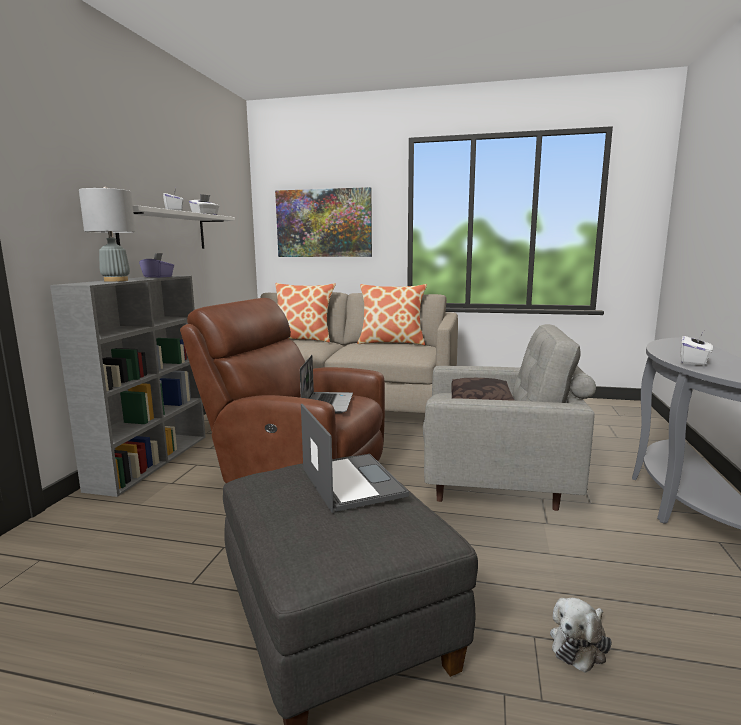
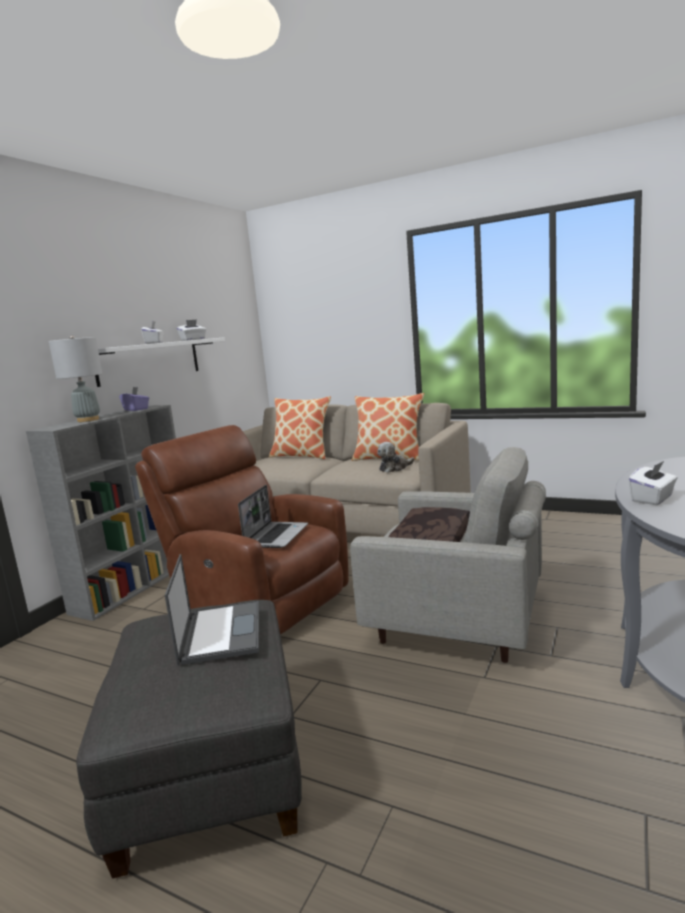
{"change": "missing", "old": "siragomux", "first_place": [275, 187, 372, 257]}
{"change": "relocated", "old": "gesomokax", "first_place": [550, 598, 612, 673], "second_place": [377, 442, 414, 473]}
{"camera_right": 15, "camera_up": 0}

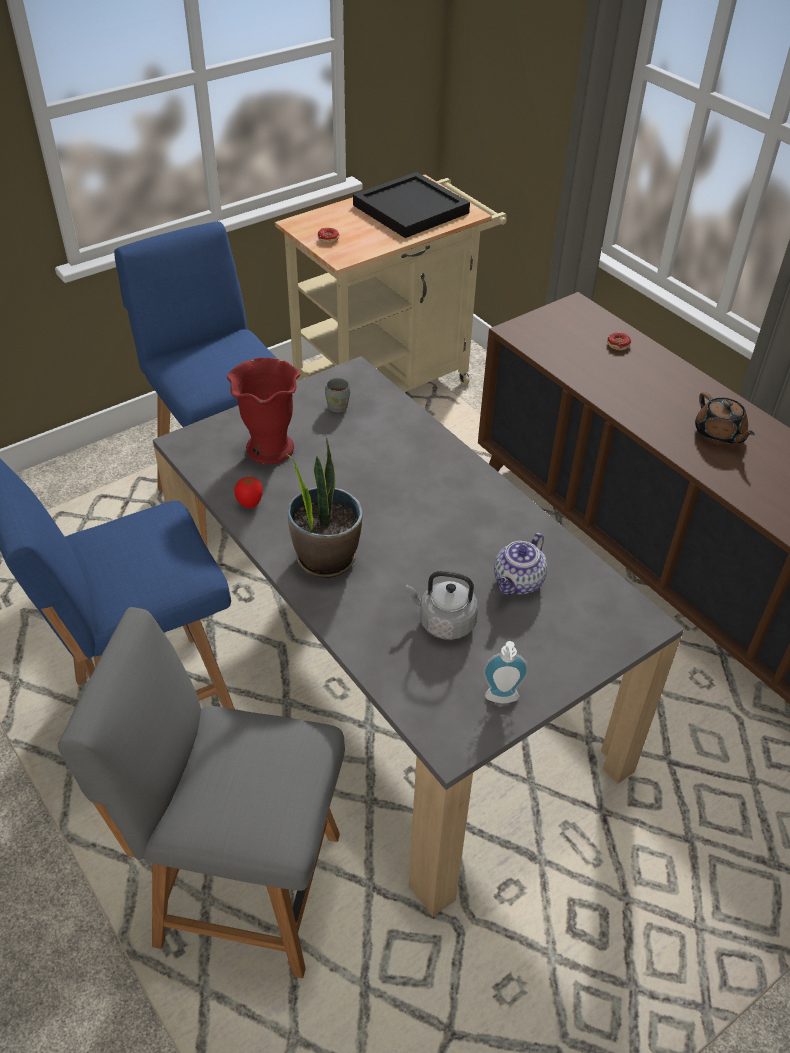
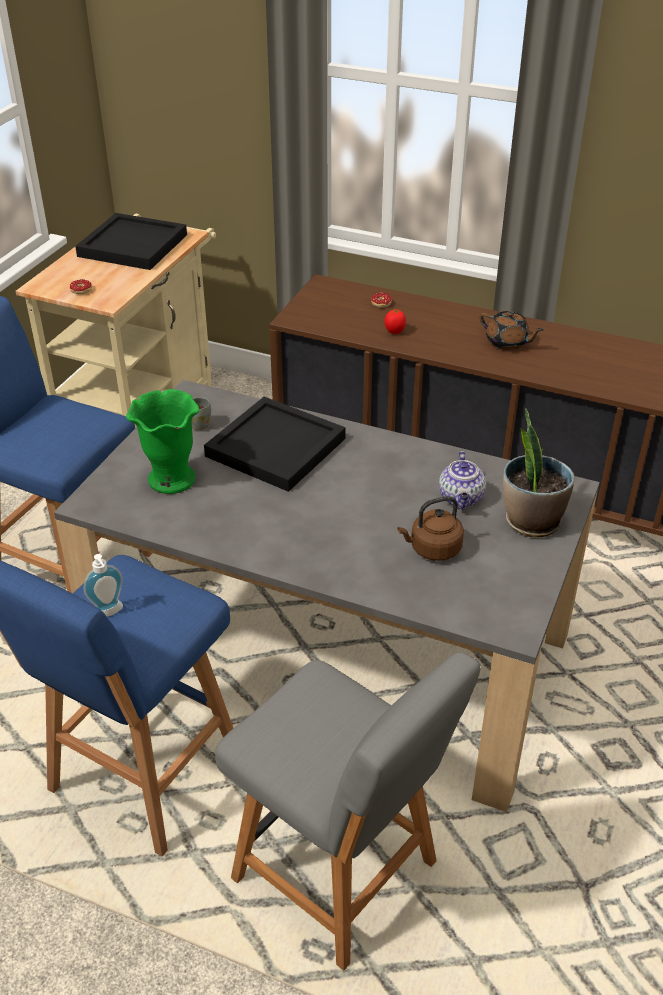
{"change": "spun", "old": "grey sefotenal", "first_place": [58, 607, 345, 978], "second_place": [215, 652, 481, 970], "degrees": -120}
{"change": "colour", "old": "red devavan", "new": "green devavan", "first_place": [227, 358, 300, 464], "second_place": [126, 389, 200, 494]}
{"change": "relocated", "old": "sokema", "first_place": [234, 477, 263, 508], "second_place": [385, 309, 406, 334]}
{"change": "relocated", "old": "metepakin", "first_place": [285, 438, 363, 578], "second_place": [503, 408, 575, 537]}
{"change": "colour", "old": "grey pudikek", "new": "brown pudikek", "first_place": [406, 571, 478, 640], "second_place": [397, 496, 464, 561]}
{"change": "relocated", "old": "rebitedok", "first_place": [483, 641, 529, 704], "second_place": [84, 554, 123, 617]}
{"change": "appeared", "new": "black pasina", "second_place": [204, 397, 346, 492]}
{"camera_right": -30, "camera_up": -5}

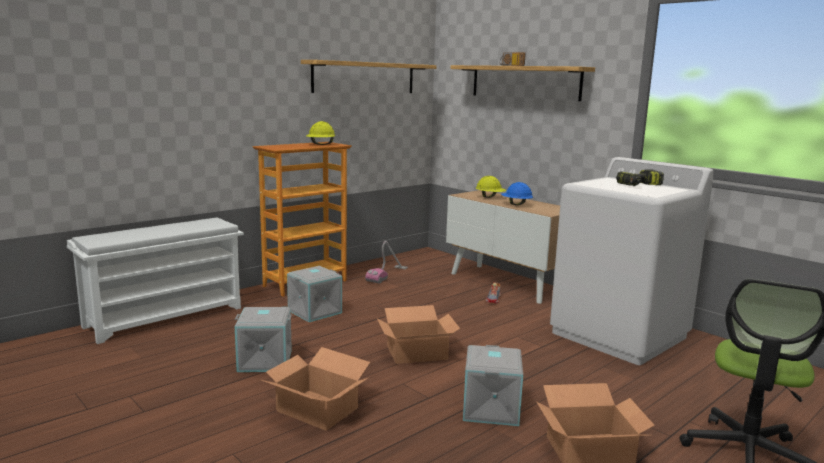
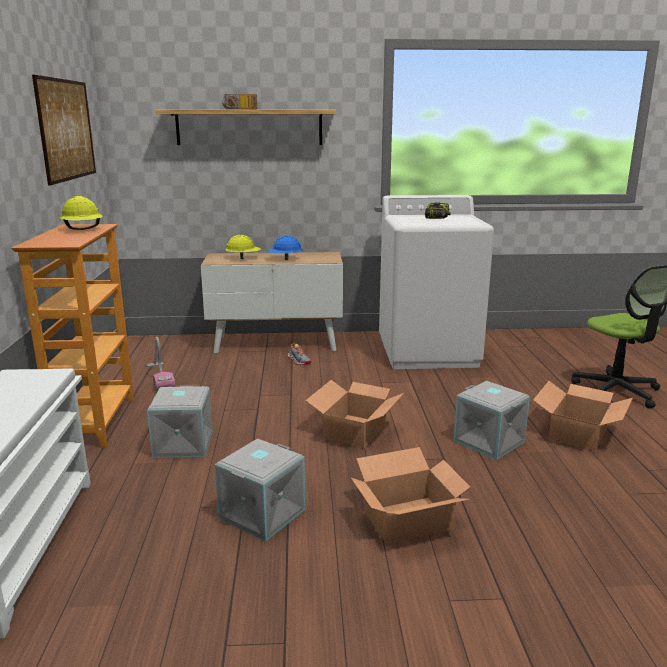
{"change": "exchanged", "old": "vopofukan", "new": "siragomux", "first_place": [301, 60, 436, 93], "second_place": [32, 74, 96, 186]}
{"camera_right": -50, "camera_up": 5}

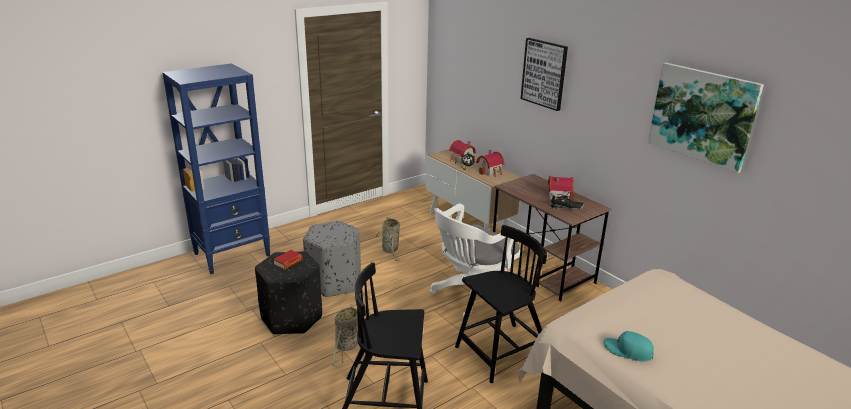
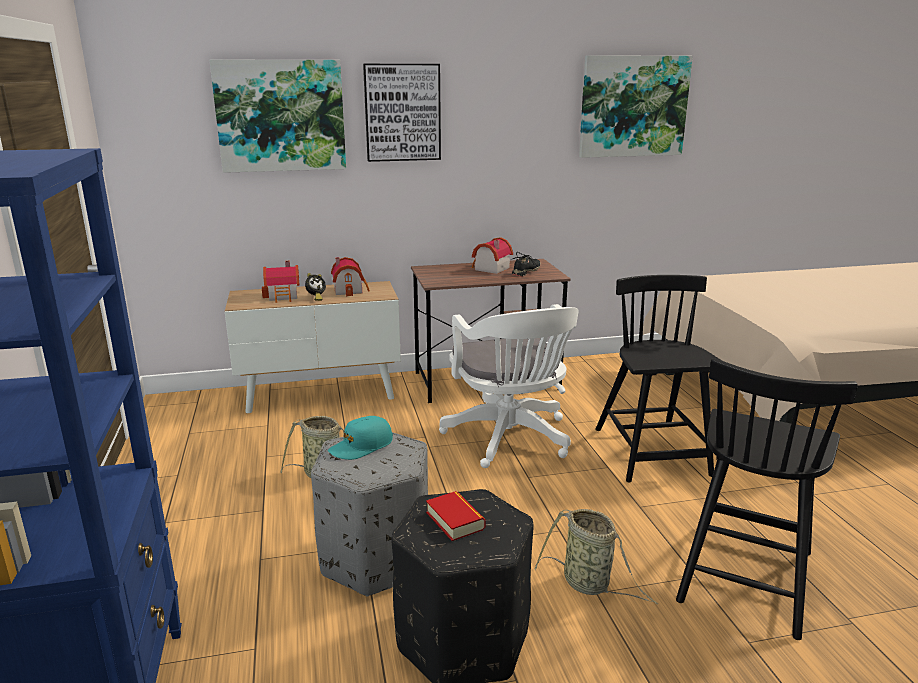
{"change": "relocated", "old": "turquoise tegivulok", "first_place": [604, 331, 654, 361], "second_place": [328, 416, 393, 460]}
{"change": "appeared", "new": "siragomux", "second_place": [209, 60, 346, 173]}
{"camera_right": -65, "camera_up": -5}

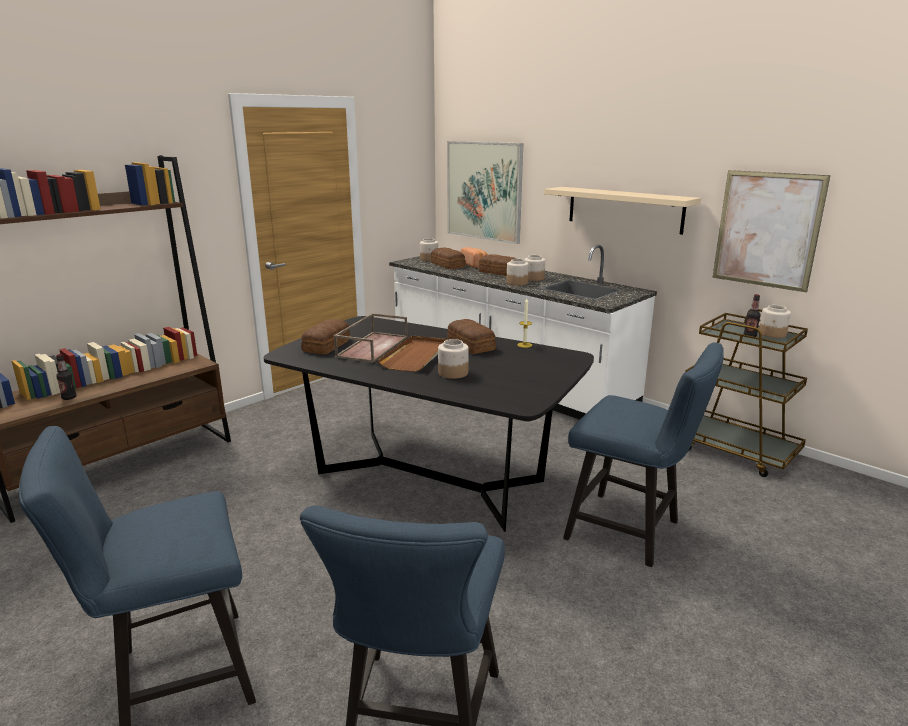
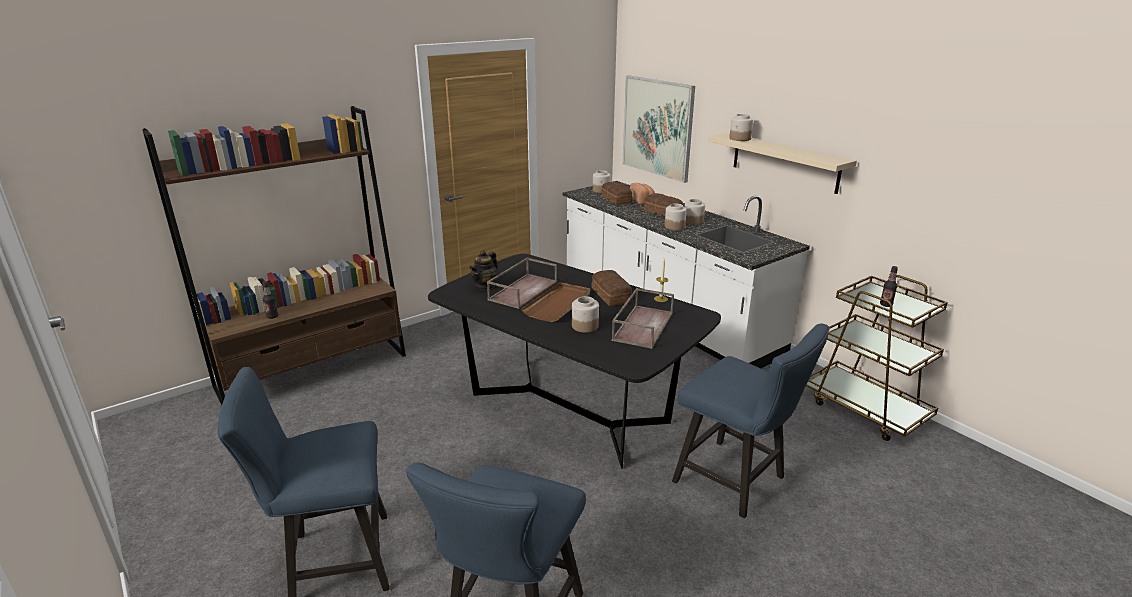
{"change": "exchanged", "old": "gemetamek", "new": "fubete", "first_place": [301, 319, 351, 355], "second_place": [470, 250, 497, 290]}
{"change": "missing", "old": "siragomux", "first_place": [713, 170, 830, 293]}
{"change": "relocated", "old": "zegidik", "first_place": [759, 305, 791, 338], "second_place": [729, 114, 754, 141]}
{"change": "appeared", "new": "brown pasina", "second_place": [612, 288, 674, 349]}
{"camera_right": 10, "camera_up": 5}

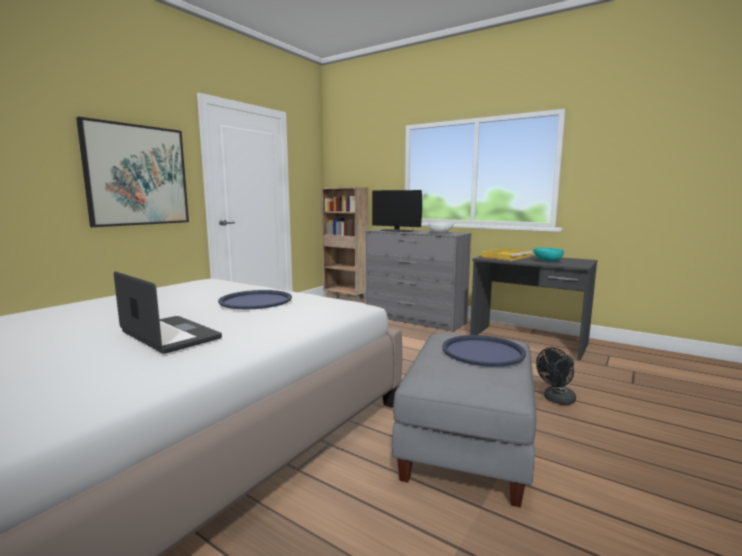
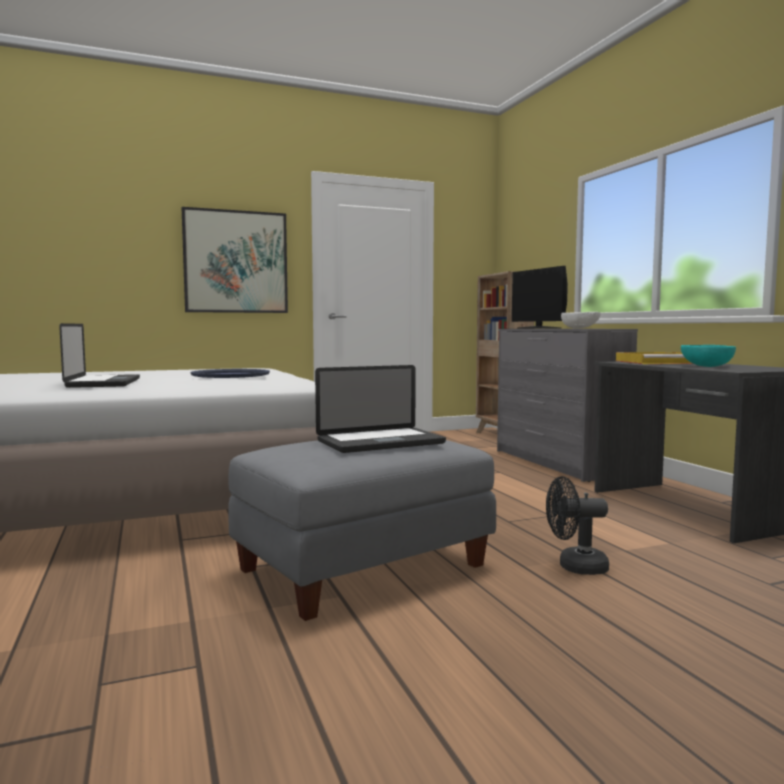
{"change": "exchanged", "old": "blue pasina", "new": "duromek", "first_place": [442, 335, 526, 367], "second_place": [315, 365, 446, 453]}
{"camera_right": 35, "camera_up": -5}

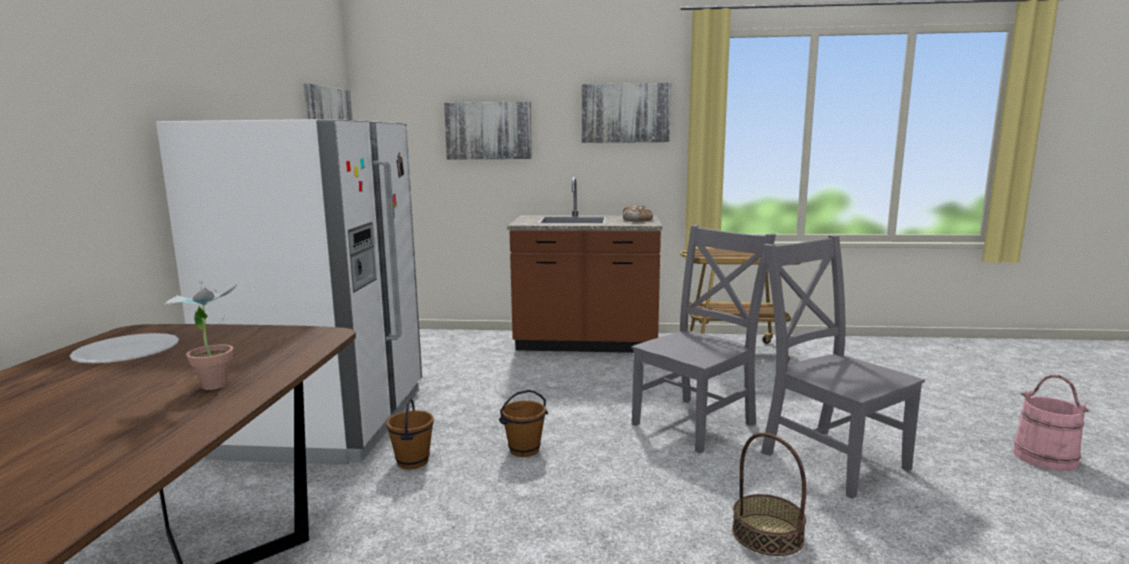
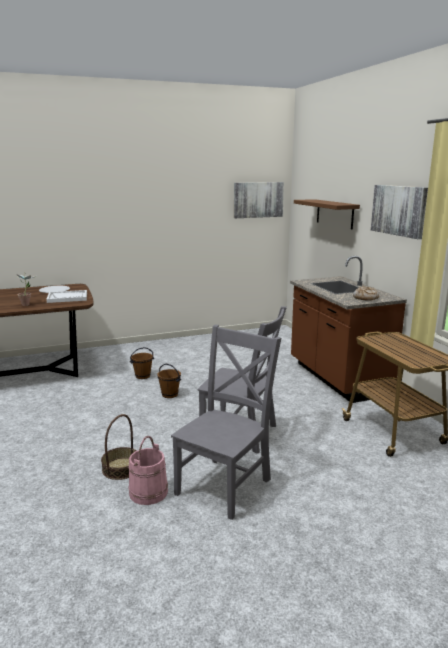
{"change": "missing", "old": "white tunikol", "first_place": [156, 119, 422, 465]}
{"change": "exchanged", "old": "siragomux", "new": "brown vopofukan", "first_place": [444, 101, 532, 160], "second_place": [294, 199, 360, 229]}
{"change": "relocated", "old": "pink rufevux", "first_place": [1013, 375, 1090, 471], "second_place": [128, 436, 168, 505]}
{"change": "appeared", "new": "white pasina", "second_place": [46, 290, 87, 303]}
{"camera_right": 65, "camera_up": 5}

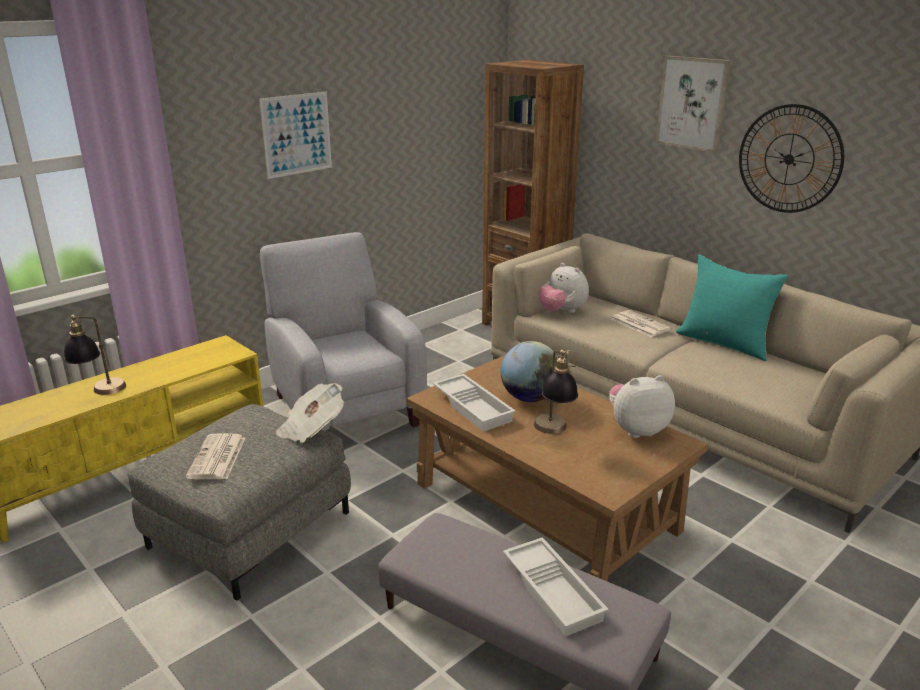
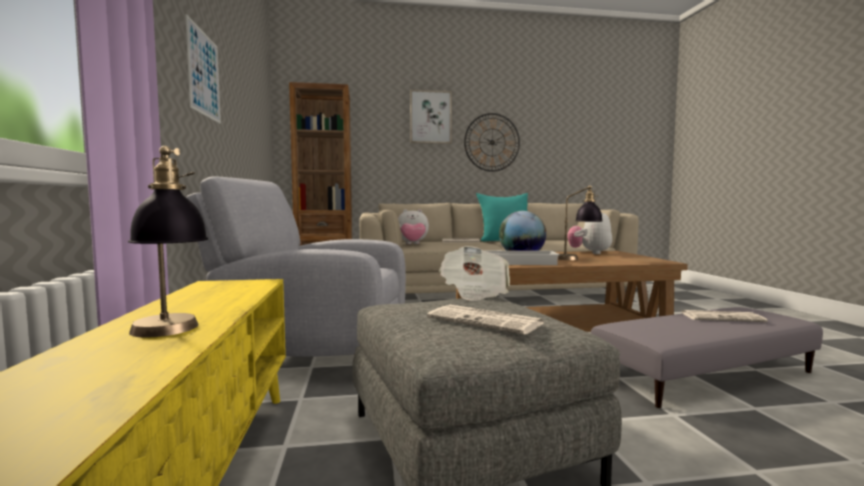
{"change": "exchanged", "old": "white pasina", "new": "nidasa", "first_place": [503, 537, 609, 637], "second_place": [680, 310, 768, 322]}
{"camera_right": -55, "camera_up": -20}

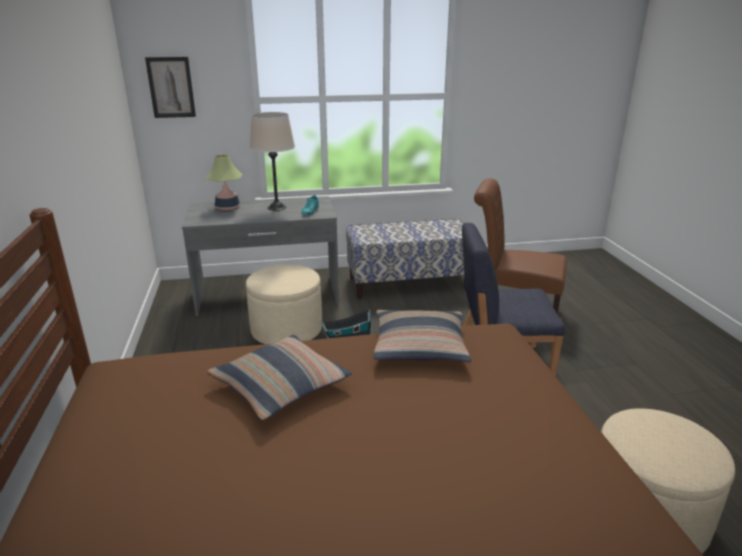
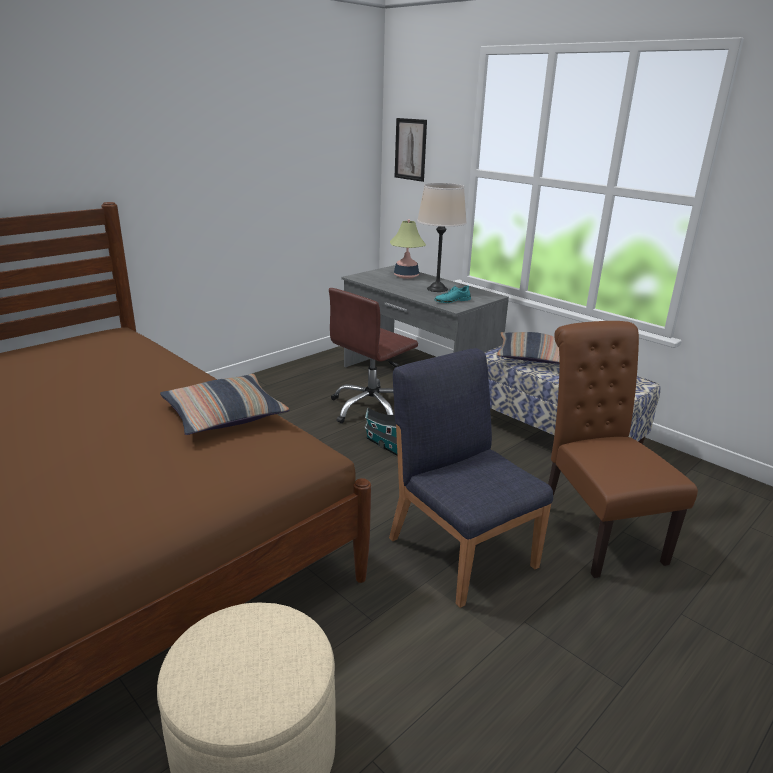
{"change": "relocated", "old": "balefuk", "first_place": [207, 335, 352, 420], "second_place": [496, 332, 560, 364]}
{"change": "exchanged", "old": "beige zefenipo", "new": "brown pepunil", "first_place": [246, 265, 322, 344], "second_place": [329, 288, 418, 424]}
{"camera_right": 55, "camera_up": 0}

